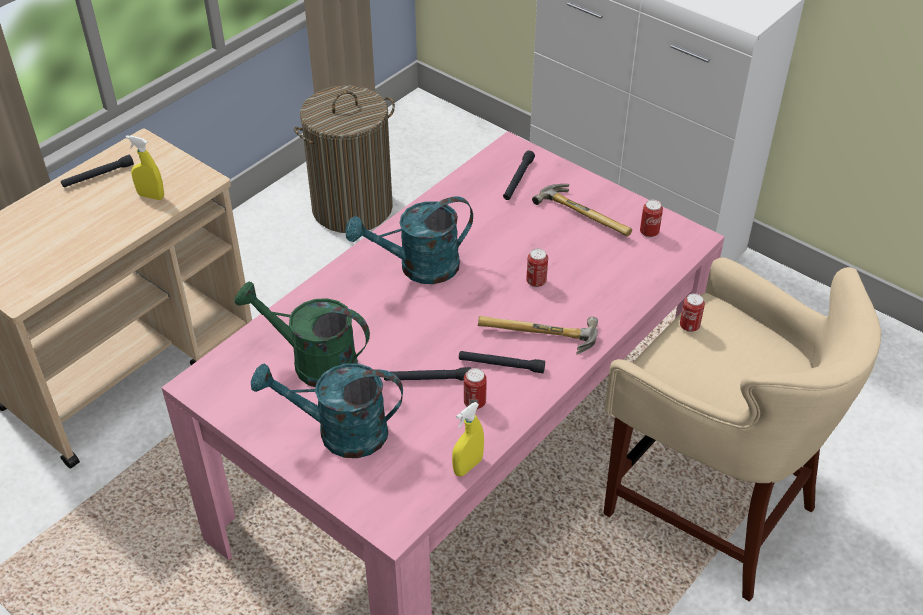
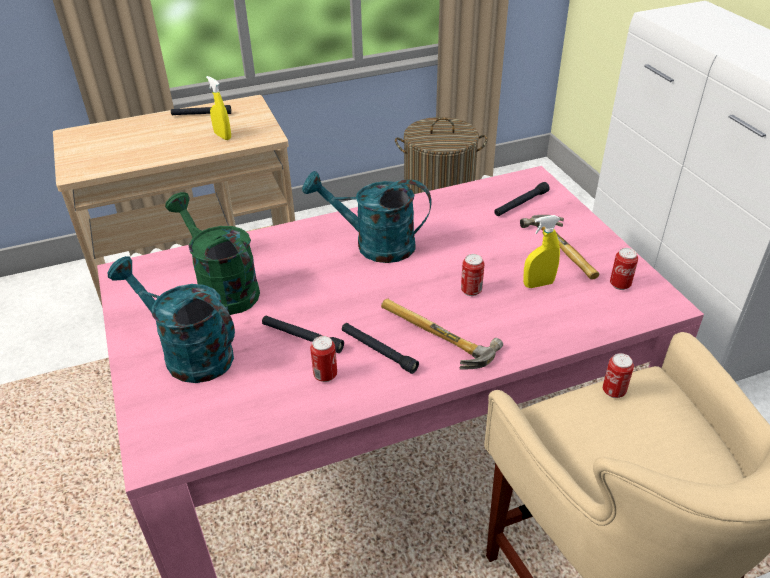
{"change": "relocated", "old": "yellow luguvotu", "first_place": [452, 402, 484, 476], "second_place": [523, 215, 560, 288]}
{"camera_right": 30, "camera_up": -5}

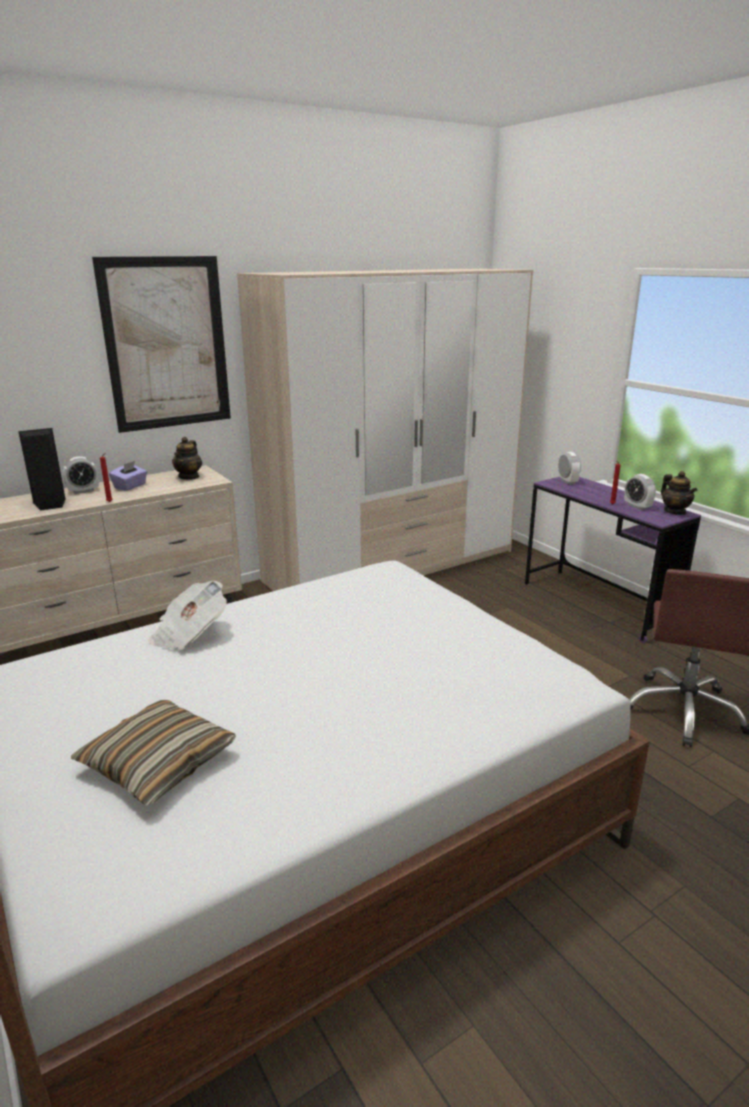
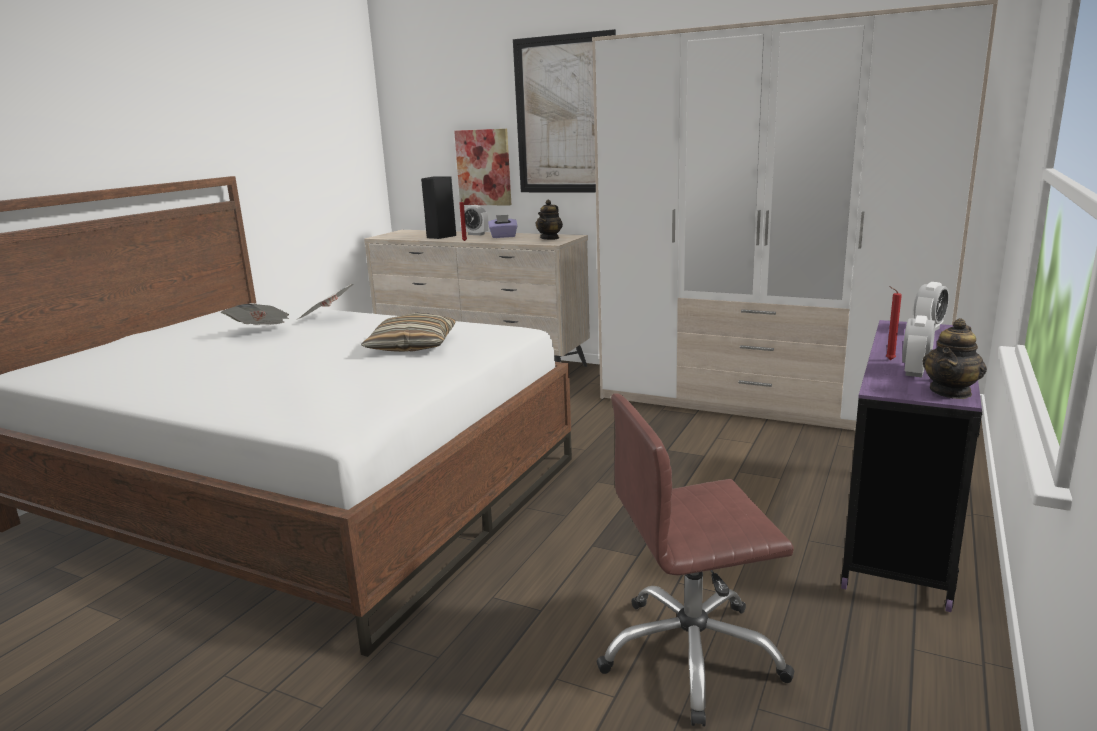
{"change": "relocated", "old": "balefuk", "first_place": [71, 700, 236, 805], "second_place": [361, 313, 456, 352]}
{"change": "spun", "old": "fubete", "first_place": [172, 437, 202, 480], "second_place": [536, 200, 563, 240], "degrees": -45}
{"change": "appeared", "new": "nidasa", "second_place": [221, 304, 289, 325]}
{"change": "appeared", "new": "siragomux", "second_place": [454, 129, 511, 206]}
{"camera_right": 60, "camera_up": -5}

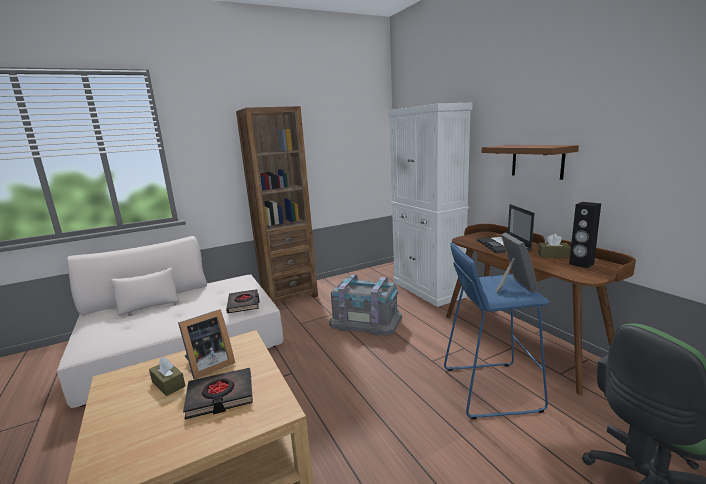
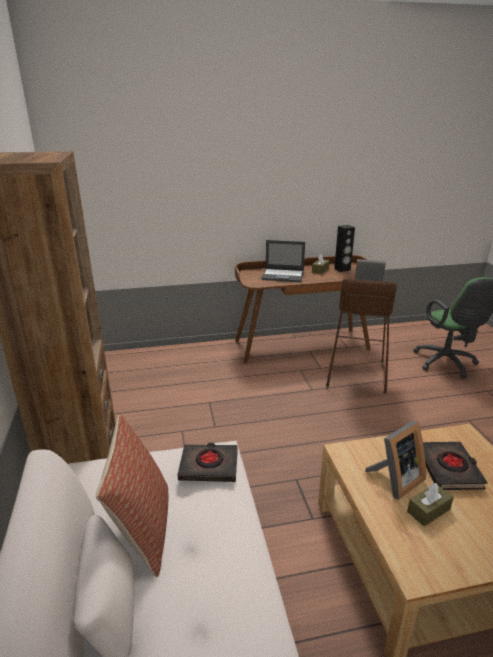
{"change": "spun", "old": "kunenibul", "first_place": [178, 309, 235, 380], "second_place": [365, 421, 426, 500], "degrees": 75}
{"change": "missing", "old": "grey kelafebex", "first_place": [329, 275, 402, 336]}
{"change": "missing", "old": "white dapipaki", "first_place": [388, 103, 473, 307]}
{"change": "colour", "old": "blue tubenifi", "new": "brown tubenifi", "first_place": [444, 243, 550, 419], "second_place": [326, 279, 397, 394]}
{"change": "missing", "old": "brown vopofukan", "first_place": [482, 145, 579, 180]}
{"change": "appeared", "new": "balefuk", "second_place": [96, 415, 168, 577]}
{"camera_right": -75, "camera_up": 10}

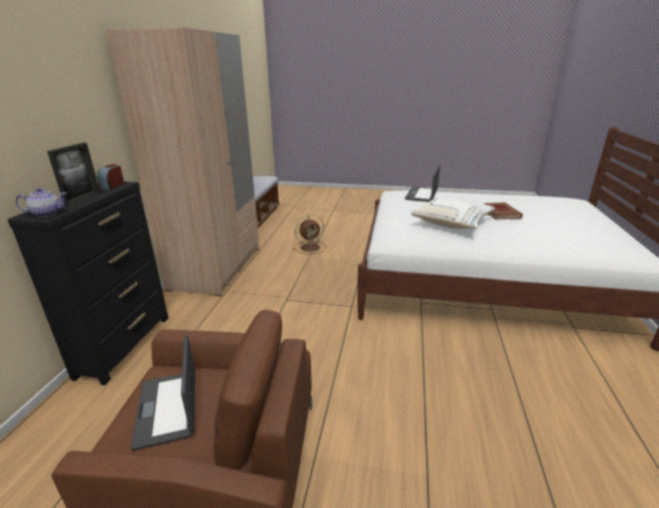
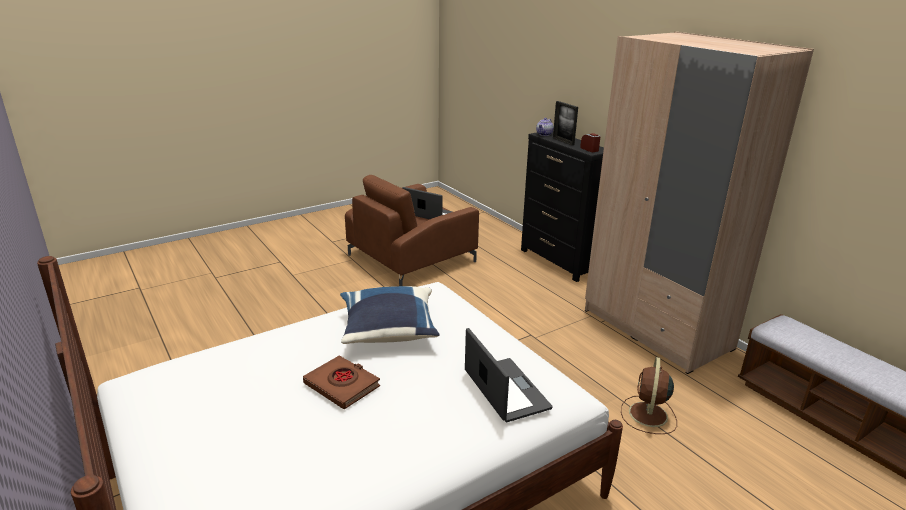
{"change": "colour", "old": "white balefuk", "new": "blue balefuk", "first_place": [411, 195, 495, 229], "second_place": [340, 286, 440, 344]}
{"camera_right": 135, "camera_up": 0}

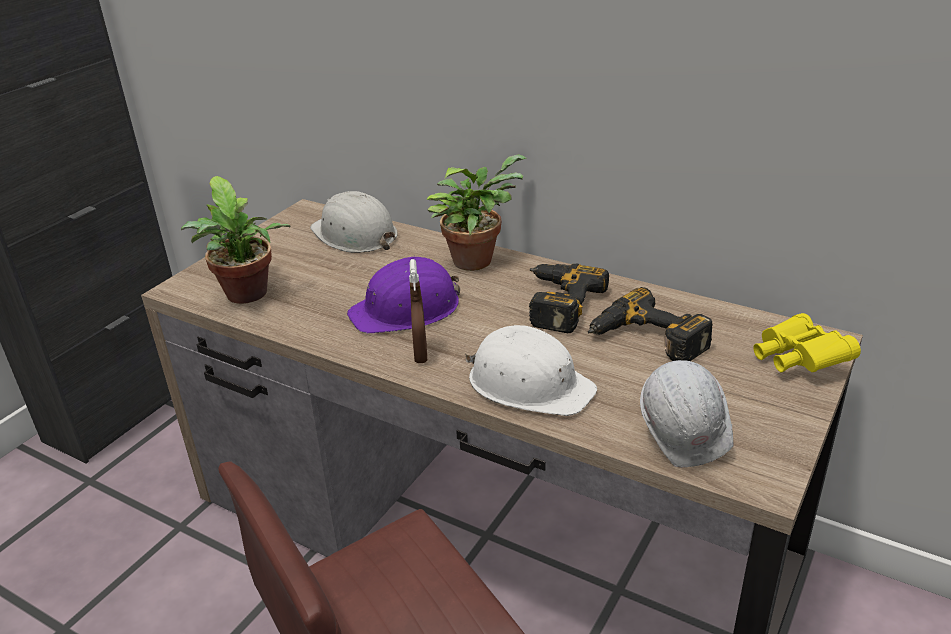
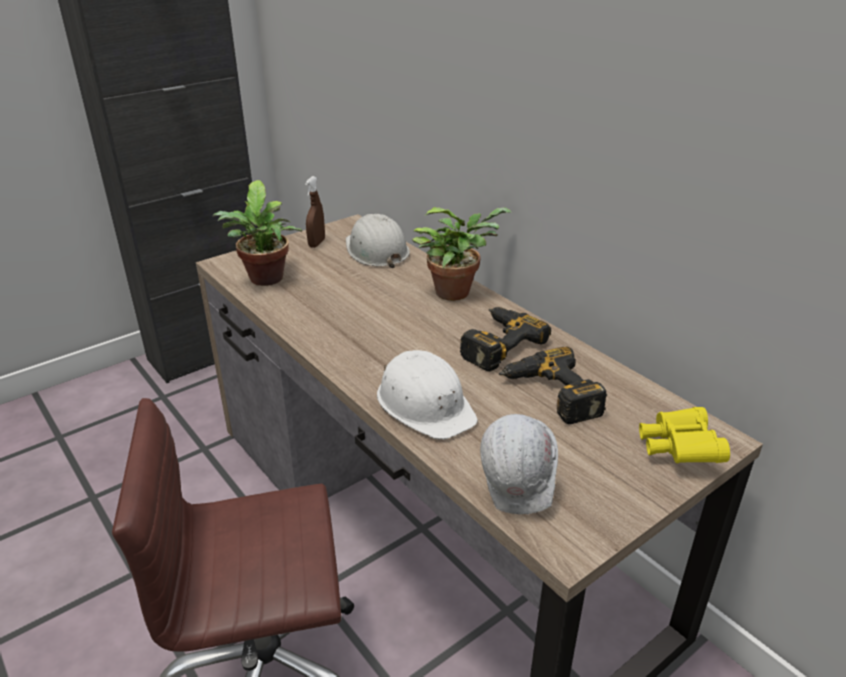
{"change": "missing", "old": "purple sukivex", "first_place": [347, 256, 460, 334]}
{"change": "relocated", "old": "brown luguvotu", "first_place": [409, 259, 427, 363], "second_place": [305, 176, 325, 248]}
{"camera_right": 20, "camera_up": 0}

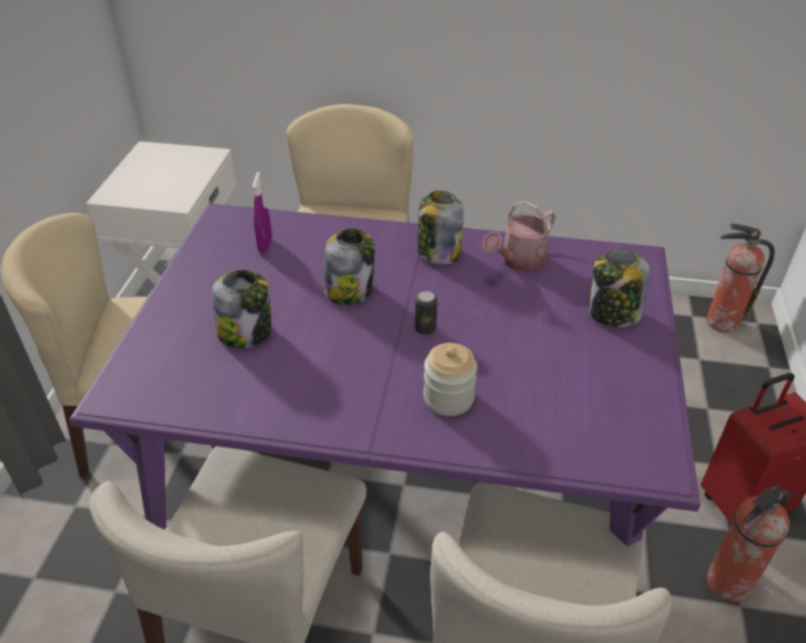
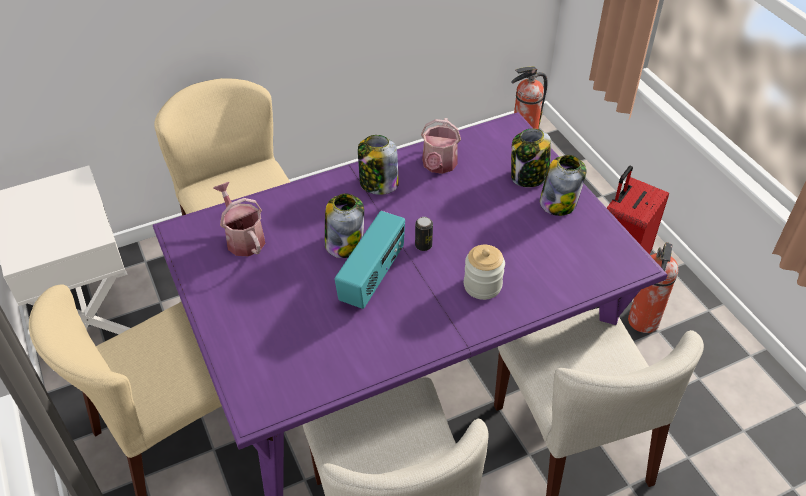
{"change": "relocated", "old": "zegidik", "first_place": [212, 270, 271, 348], "second_place": [540, 155, 587, 216]}
{"change": "exchanged", "old": "purple luguvotu", "new": "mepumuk", "first_place": [252, 172, 272, 253], "second_place": [213, 182, 265, 256]}
{"change": "appeared", "new": "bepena", "second_place": [335, 211, 405, 309]}
{"camera_right": -35, "camera_up": 5}

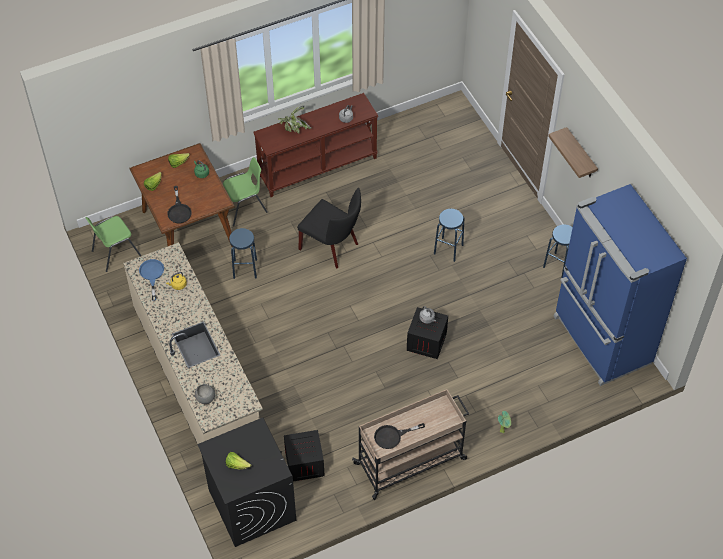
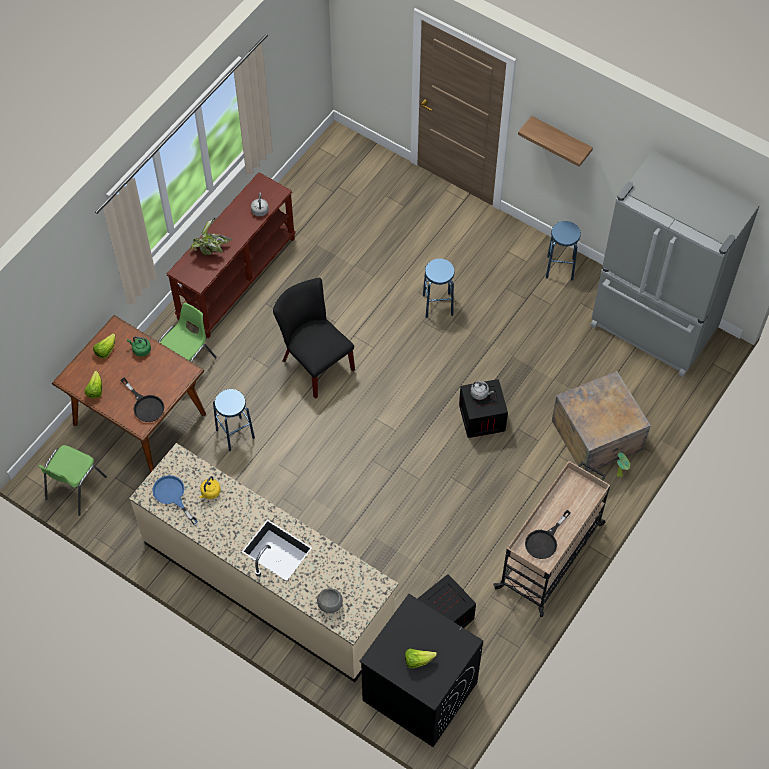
{"change": "spun", "old": "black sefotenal", "first_place": [297, 188, 361, 269], "second_place": [273, 278, 355, 399], "degrees": -135}
{"change": "colour", "old": "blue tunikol", "new": "grey tunikol", "first_place": [553, 184, 687, 386], "second_place": [591, 151, 760, 377]}
{"change": "appeared", "new": "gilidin", "second_place": [552, 371, 651, 473]}
{"camera_right": -30, "camera_up": 5}

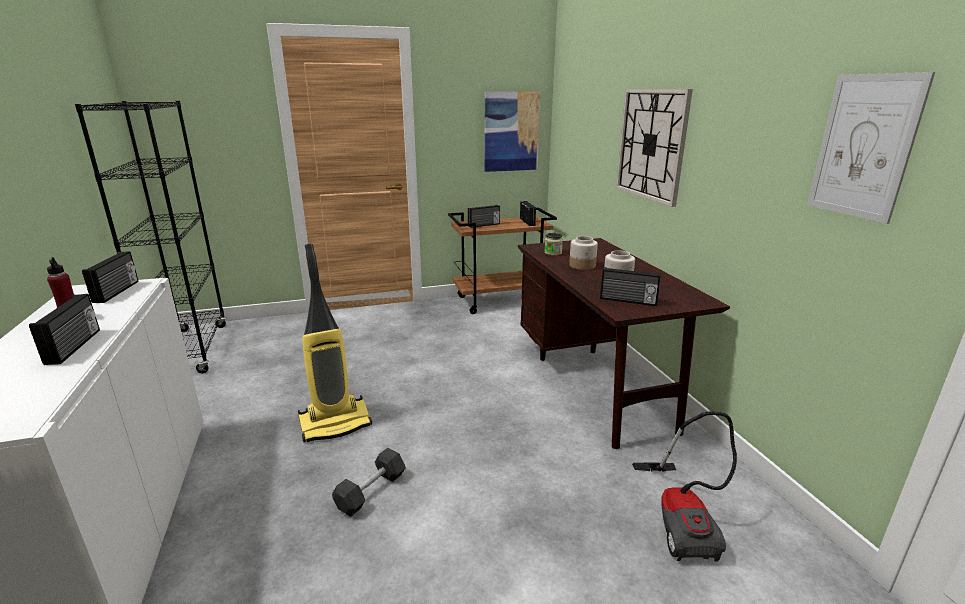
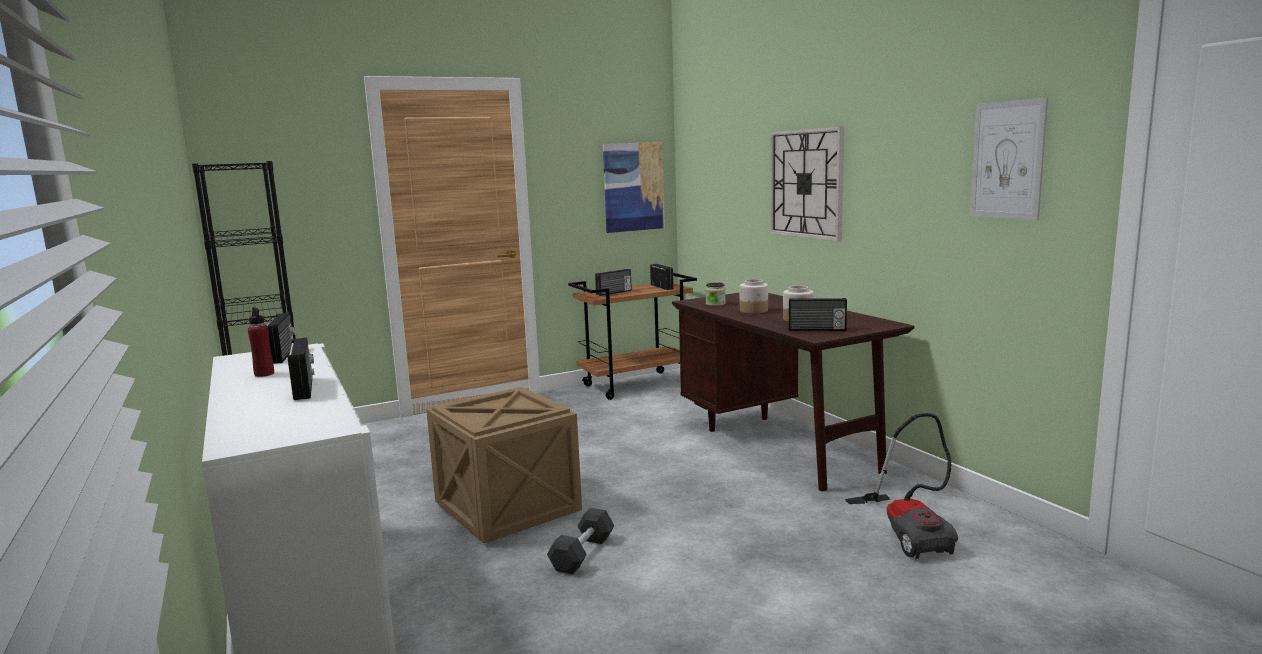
{"change": "exchanged", "old": "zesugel", "new": "gilidin", "first_place": [298, 244, 372, 442], "second_place": [426, 387, 582, 543]}
{"camera_right": -10, "camera_up": -10}

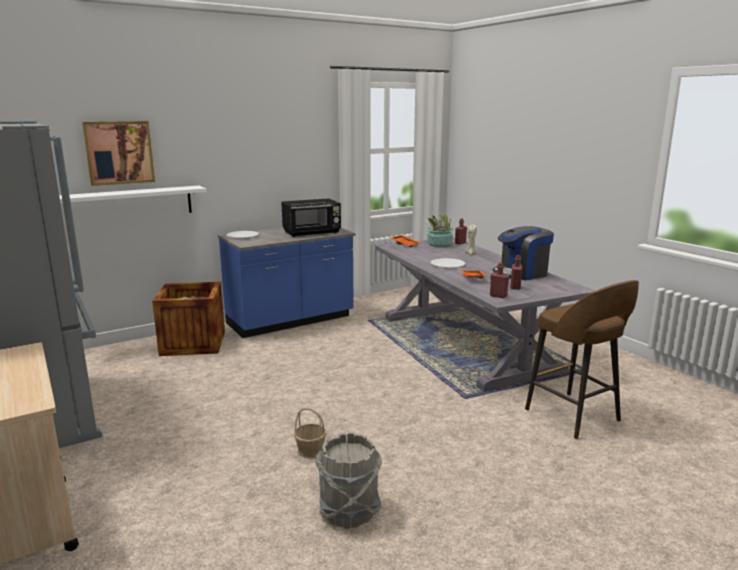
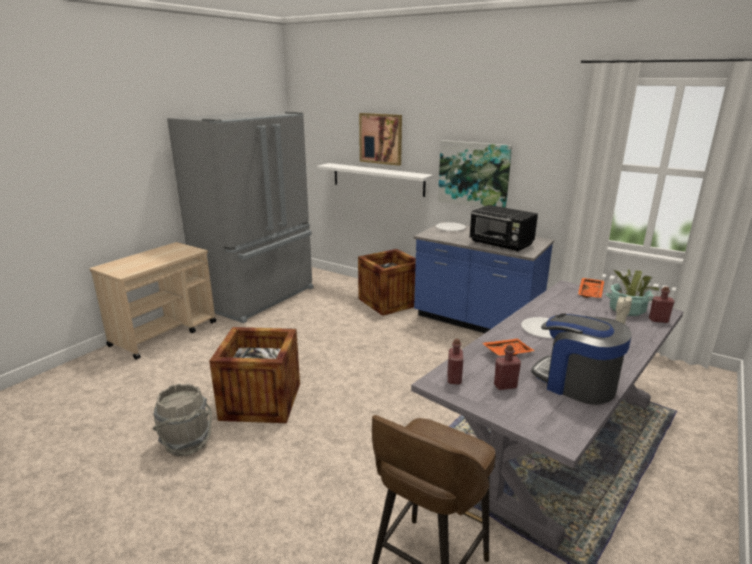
{"change": "exchanged", "old": "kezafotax", "new": "gilidin", "first_place": [294, 408, 327, 458], "second_place": [209, 327, 300, 423]}
{"change": "appeared", "new": "siragomux", "second_place": [438, 140, 512, 208]}
{"camera_right": 65, "camera_up": 5}

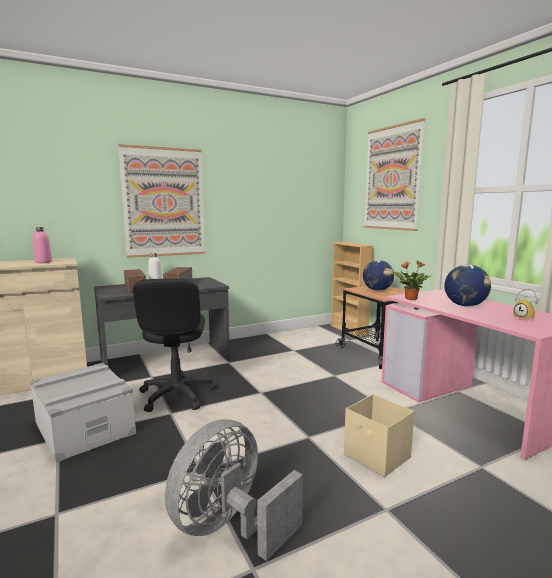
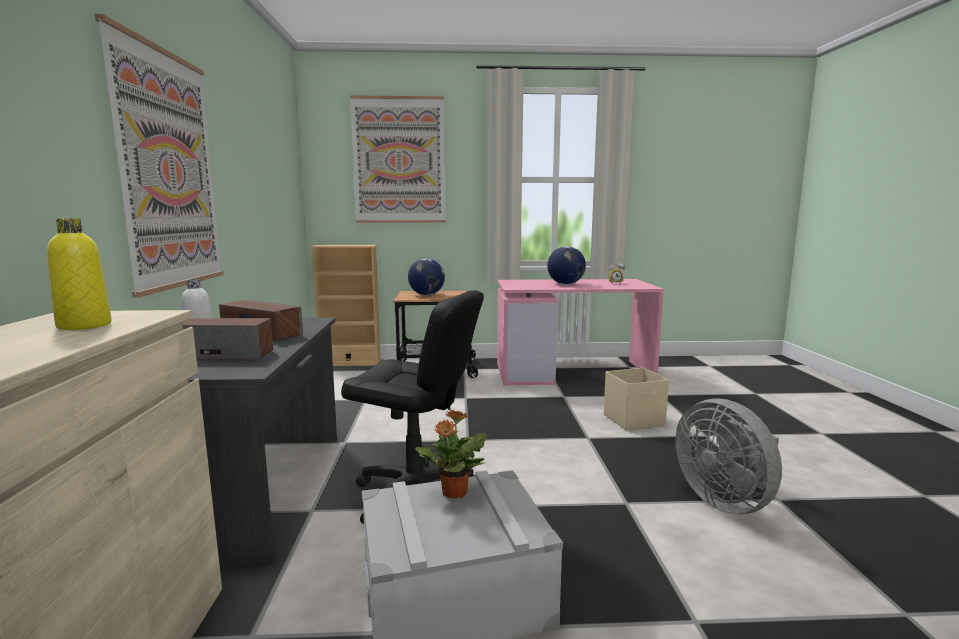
{"change": "colour", "old": "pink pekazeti", "new": "yellow pekazeti", "first_place": [33, 227, 52, 263], "second_place": [47, 219, 112, 330]}
{"change": "relocated", "old": "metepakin", "first_place": [395, 260, 431, 300], "second_place": [415, 409, 487, 499]}
{"camera_right": -65, "camera_up": 0}

